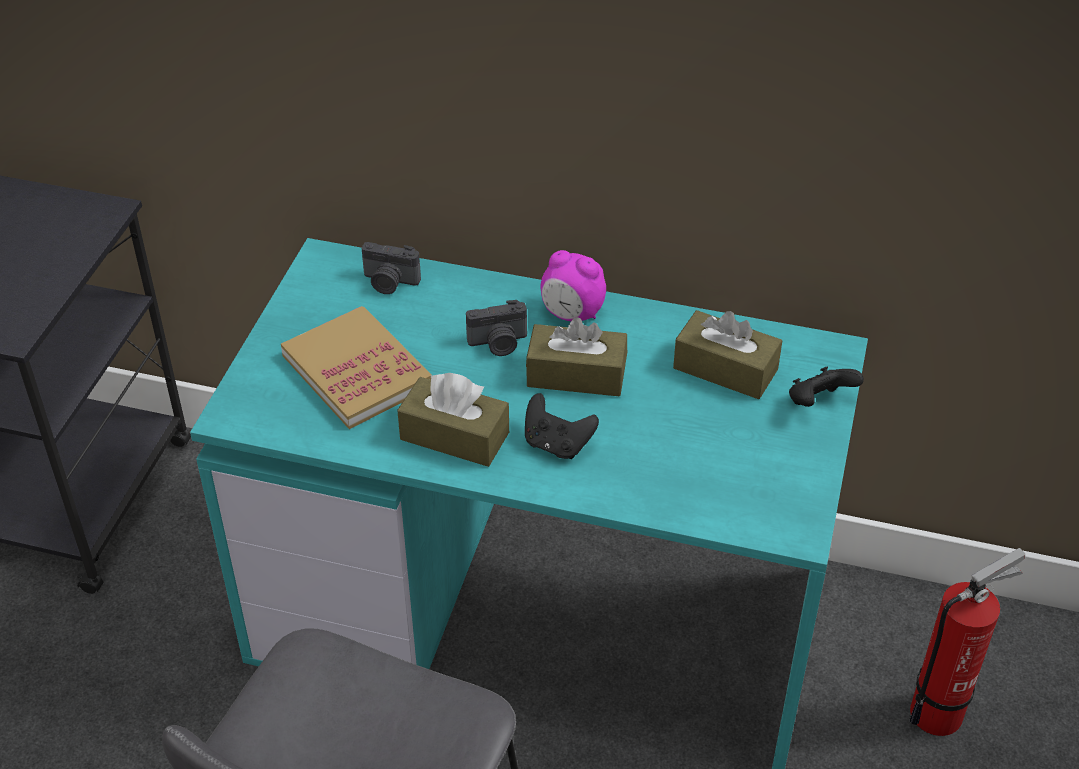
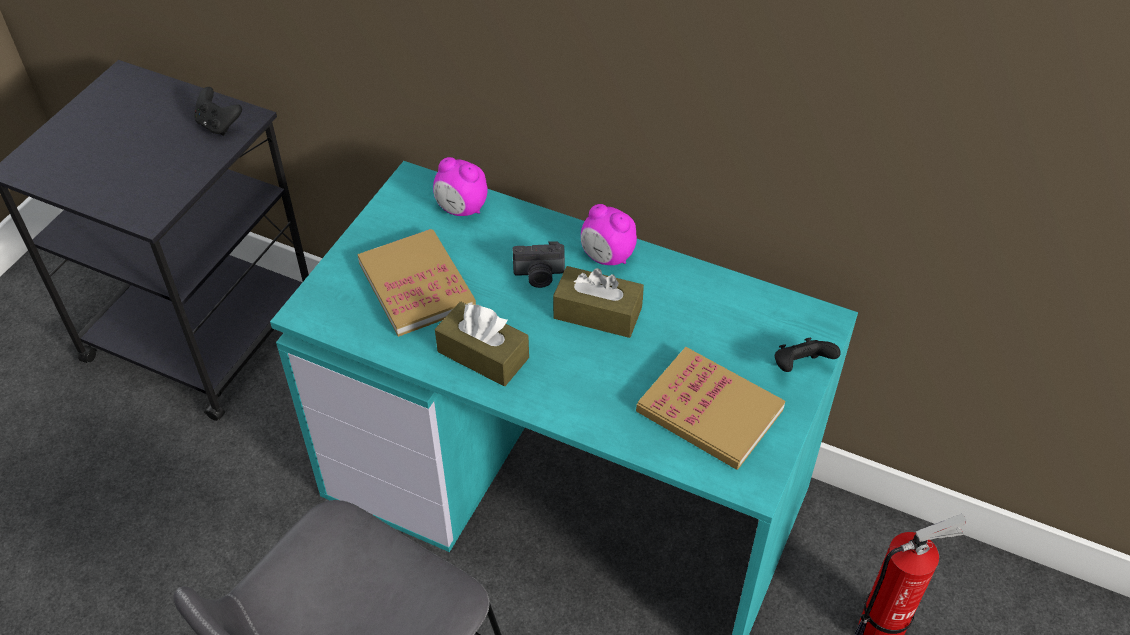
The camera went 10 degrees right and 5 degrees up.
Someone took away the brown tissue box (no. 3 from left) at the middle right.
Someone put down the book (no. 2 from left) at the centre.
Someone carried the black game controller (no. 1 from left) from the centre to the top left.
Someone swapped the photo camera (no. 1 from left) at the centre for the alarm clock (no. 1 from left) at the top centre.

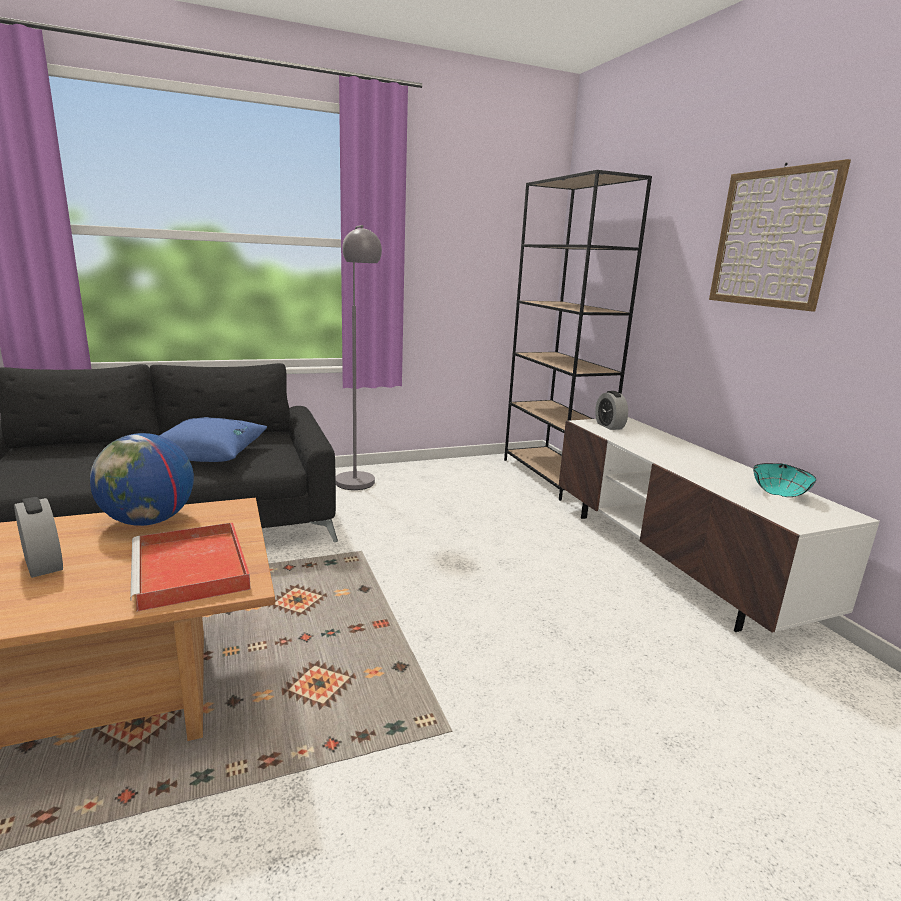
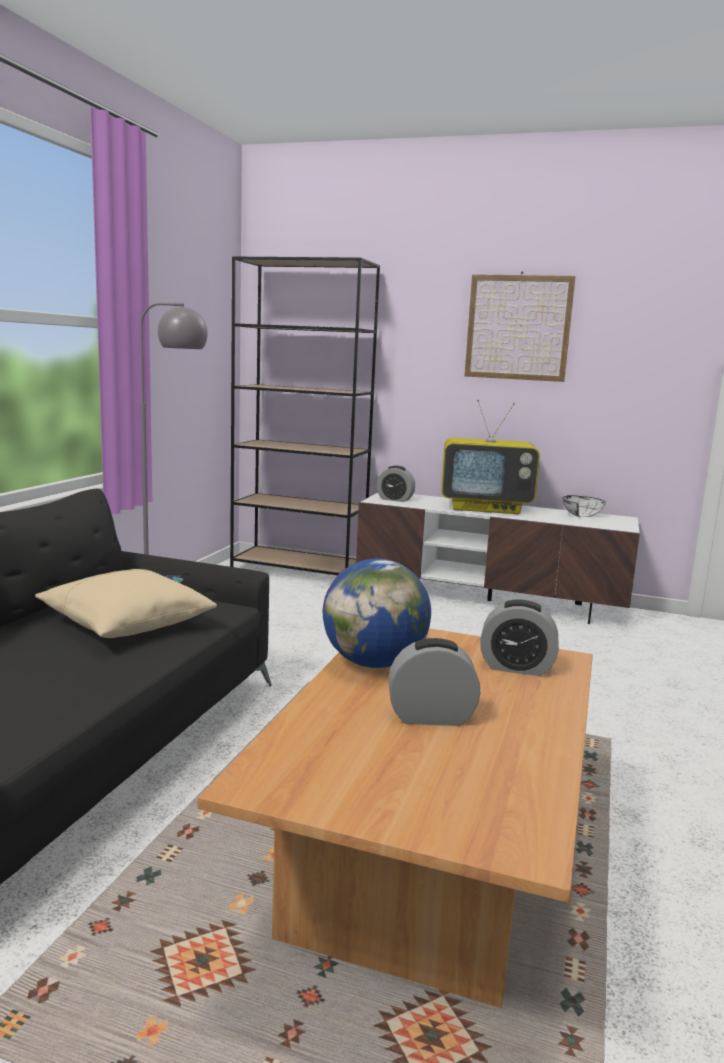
The camera went 50 degrees left and 5 degrees down.
Someone put down the television at the middle right.
Someone swapped the red tray at the middle left for the alarm clock (no. 3 from left) at the middle right.
Someone repainted the blue pillow at the middle left, which became the beige pillow at the middle left.
Someone repainted the turquoise bowl at the middle right, which became the white bowl at the middle right.

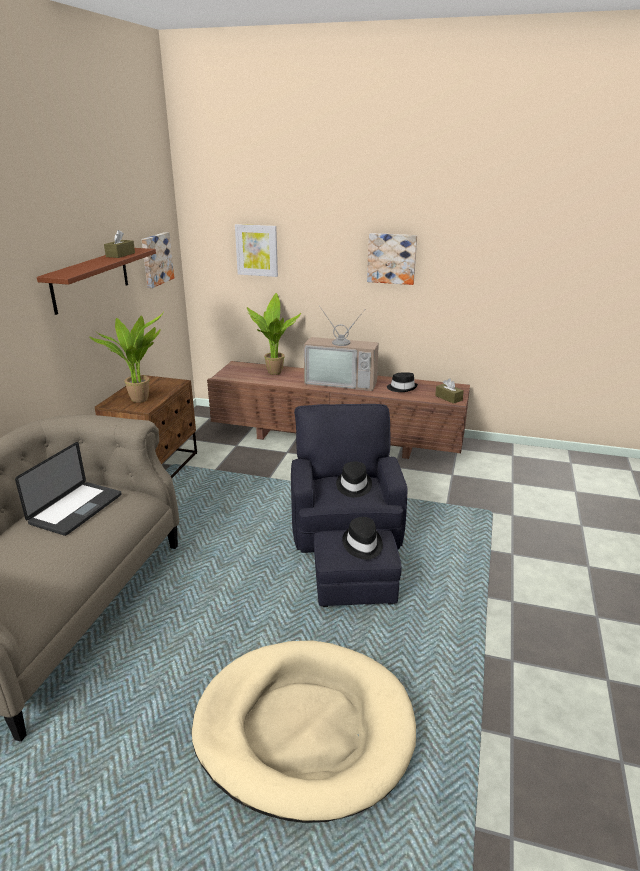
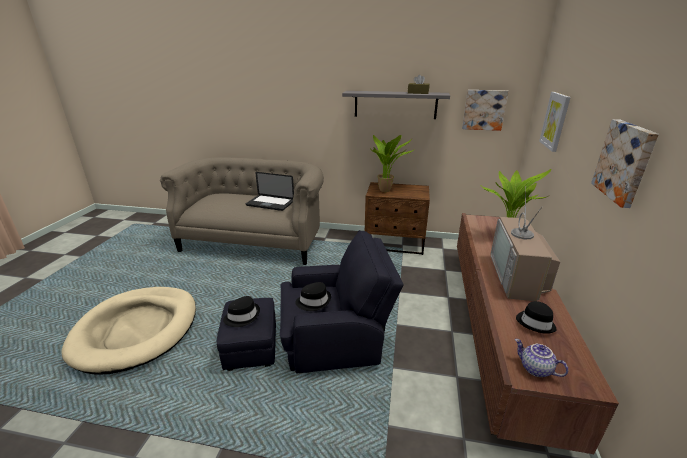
The camera went 85 degrees right and 0 degrees up.
Someone swapped the brown tissue box (no. 2 from left) at the middle right for the teapot at the bottom right.
Someone repainted the brown shelf at the top left, which became the grey shelf at the top centre.

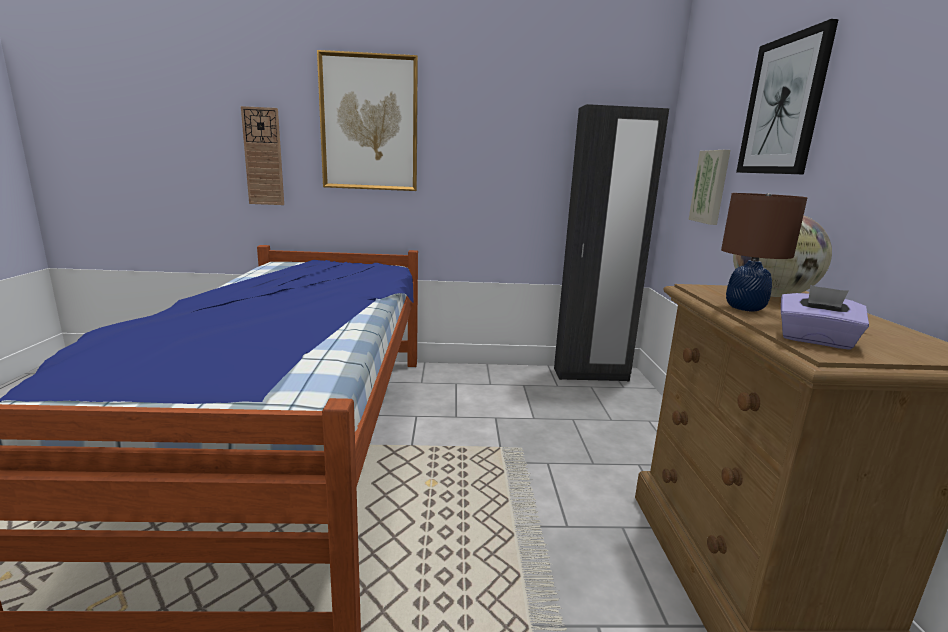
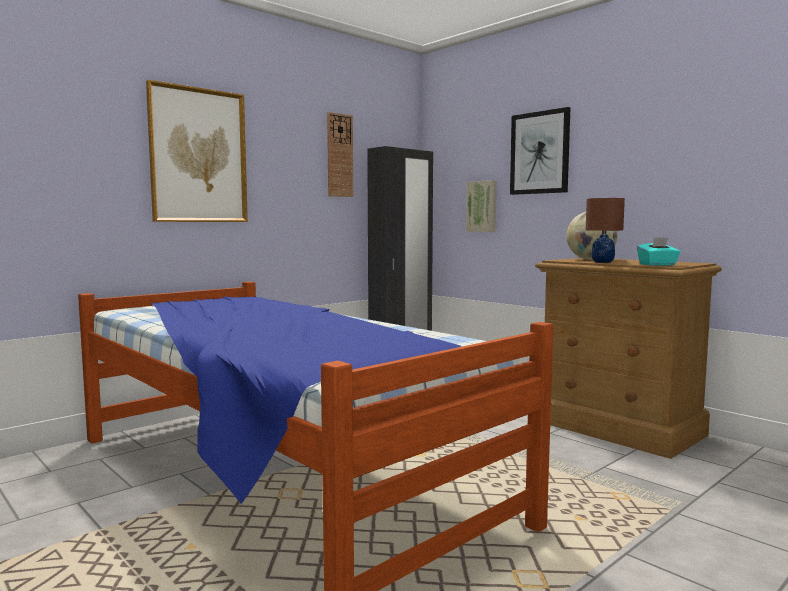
The camera went 40 degrees left and 10 degrees down.
Someone carried the wall clock from the top left to the top centre.
Someone repainted the purple tissue box at the middle right, which became the turquoise tissue box at the middle right.

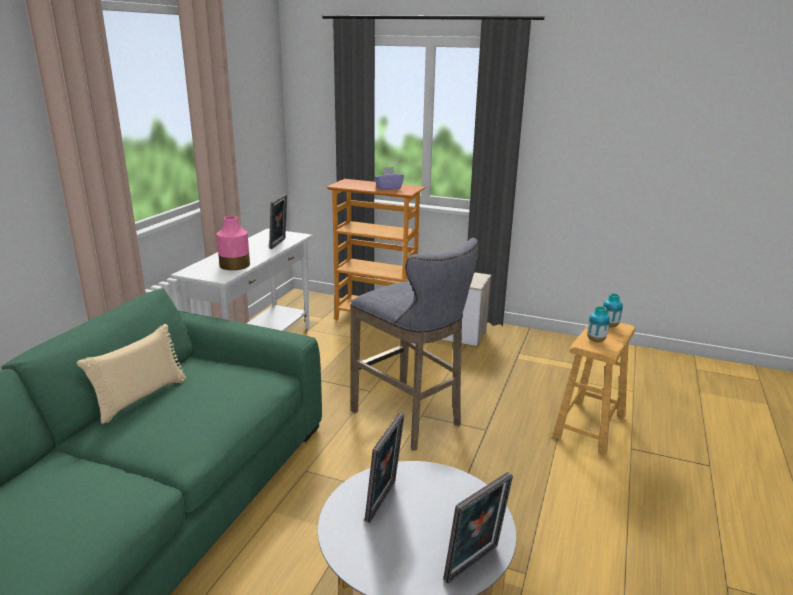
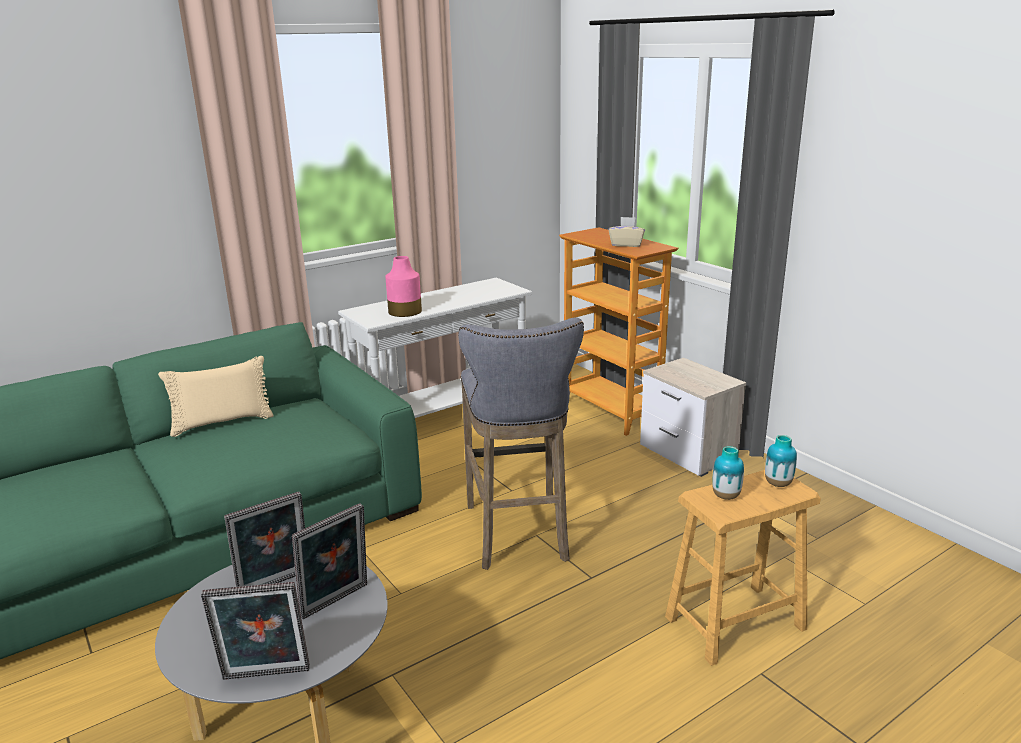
The camera went 35 degrees right and 0 degrees up.
Someone carried the picture frame (no. 1 from left in the first image) from the centre to the bottom left.
Someone repainted the purple tissue box at the top centre, which became the beige tissue box at the top centre.

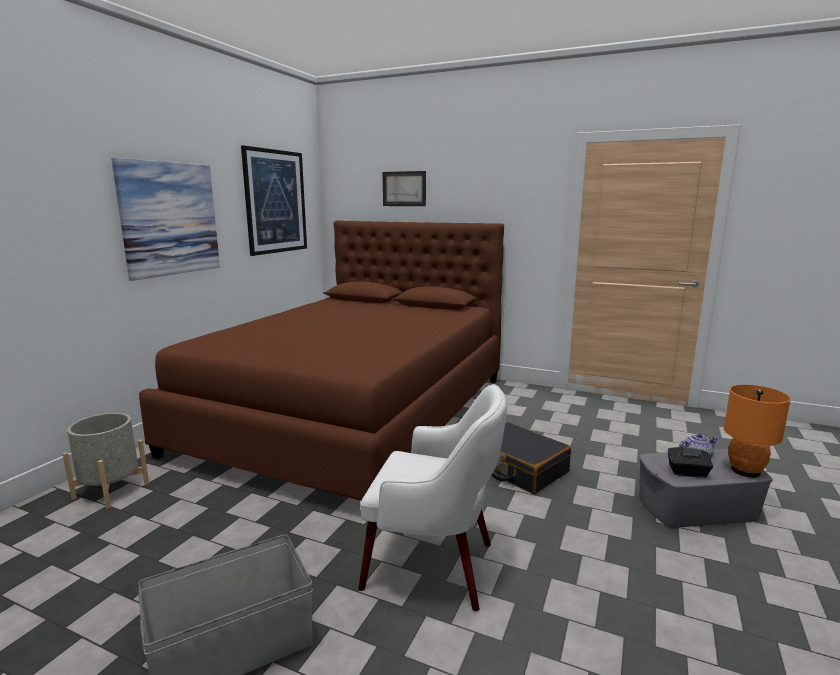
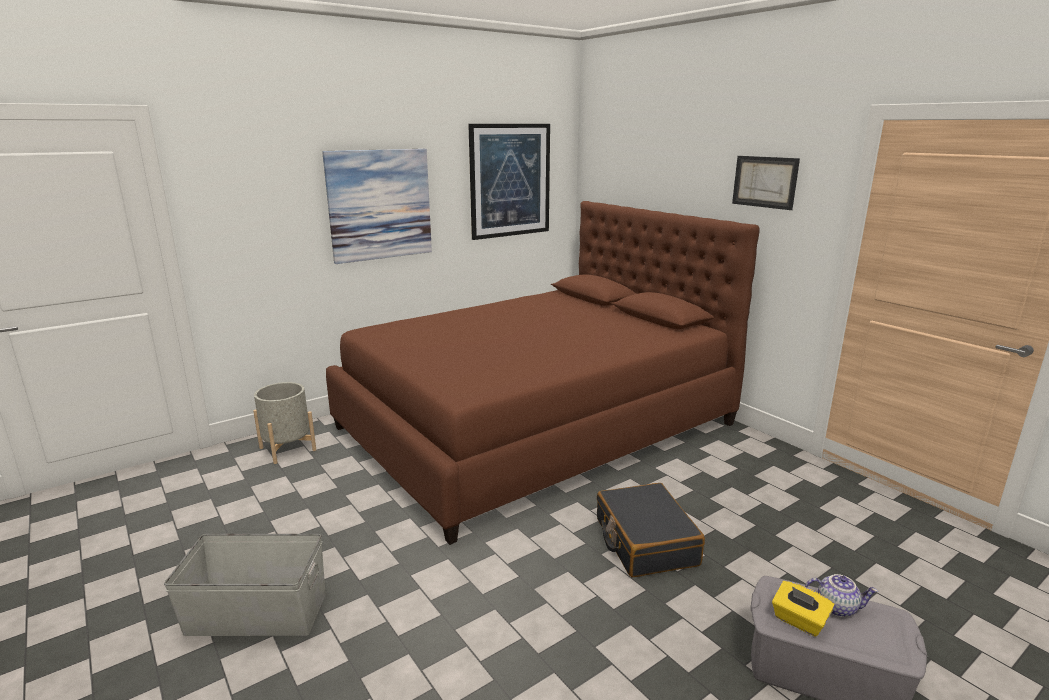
The camera went 30 degrees right and 5 degrees up.
Someone took away the white armchair at the bottom centre.
Someone took away the orange table lamp at the middle right.
Someone carried the picture (no. 3 from left) from the top centre to the top right.
Someone repainted the black tissue box at the bottom right, which became the yellow tissue box at the bottom right.

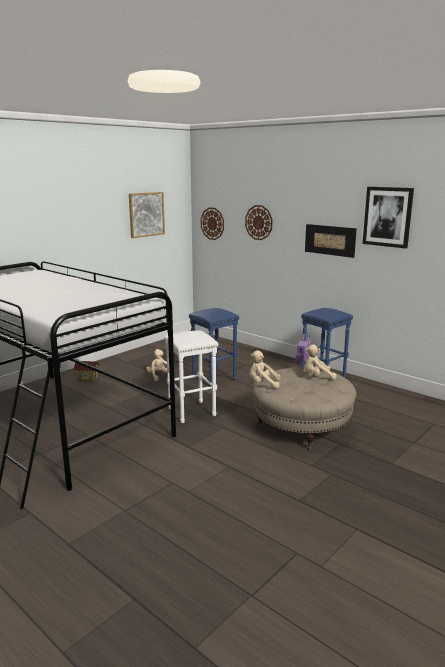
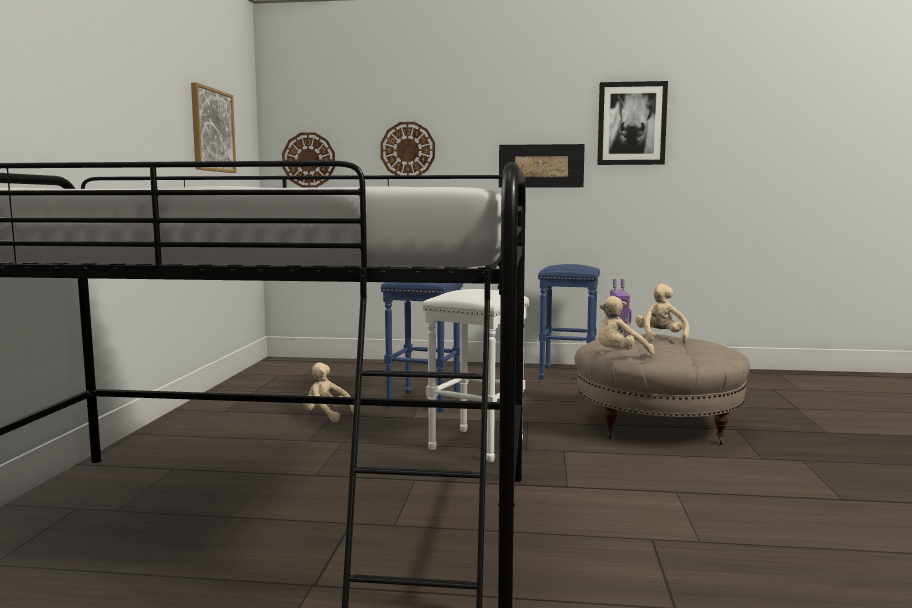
The camera went 35 degrees left and 10 degrees down.
Someone took away the toy house at the middle left.
Someone rotated the beige plush toy (no. 3 from left) at the middle right by 135 degrees clockwise.

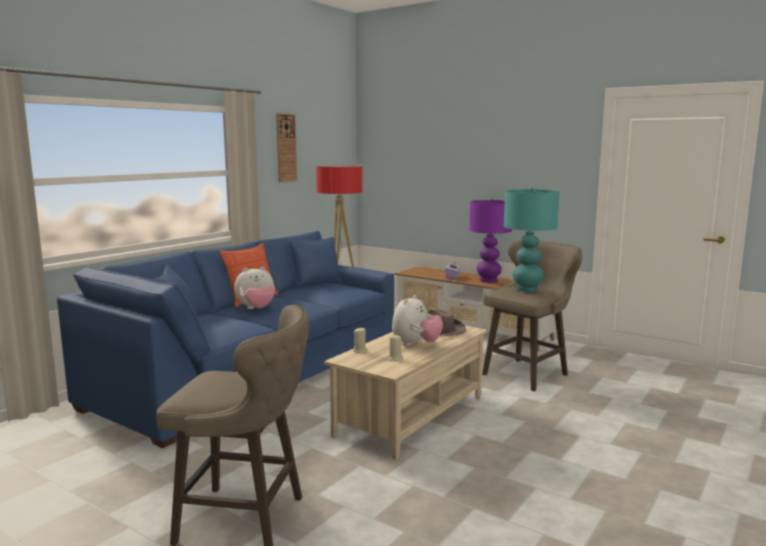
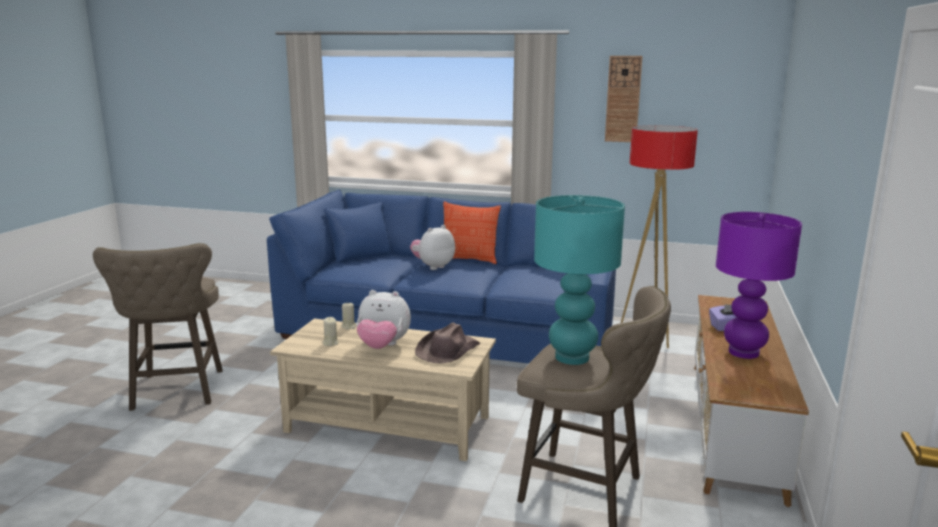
The camera went 70 degrees right and 5 degrees up.
Someone rotated the plush toy (no. 1 from left in the first image) at the middle left by 90 degrees clockwise.

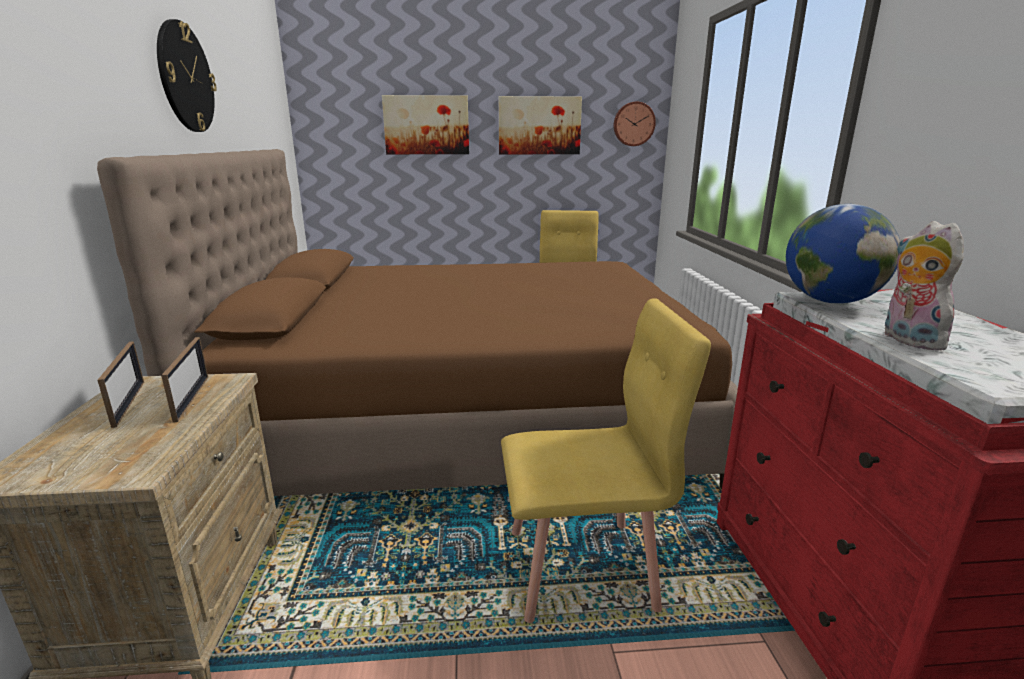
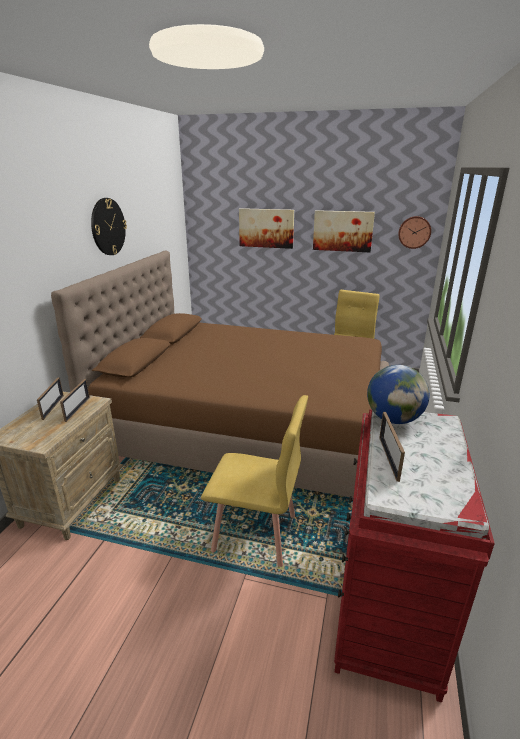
The camera went 20 degrees right and 5 degrees up.
Someone swapped the plush toy at the middle right for the picture frame (no. 3 from left) at the middle right.

